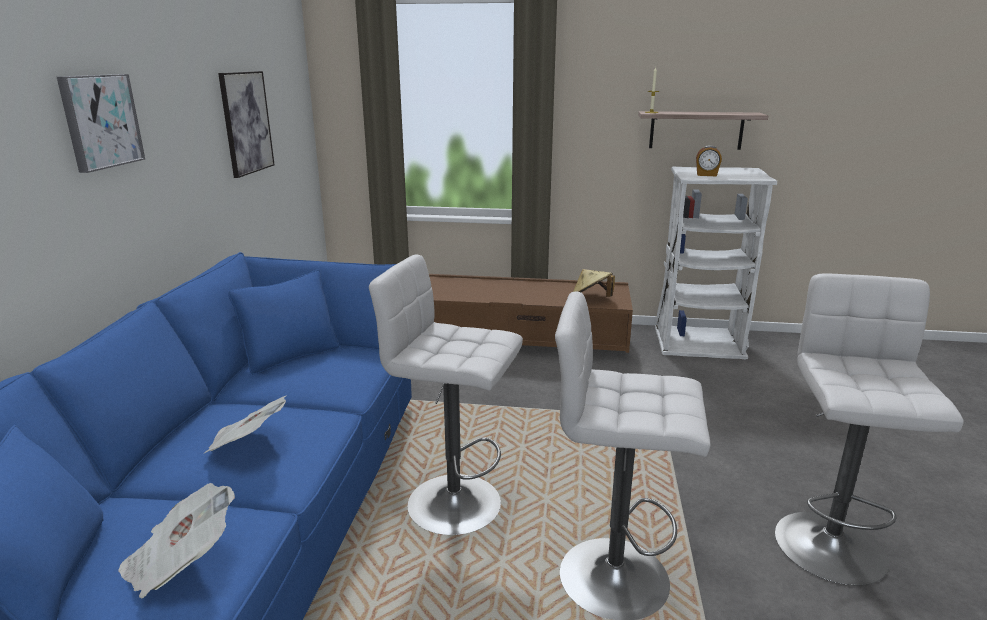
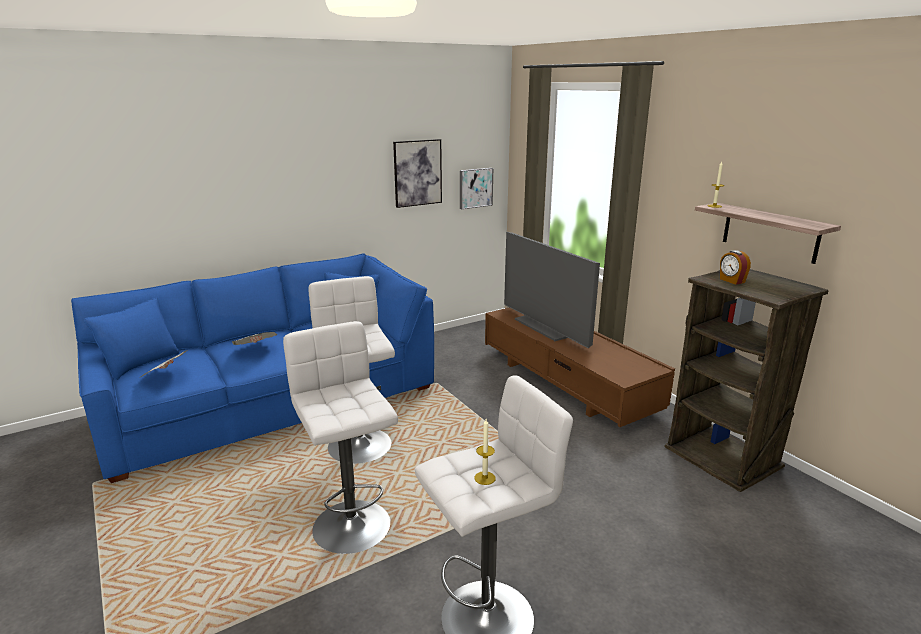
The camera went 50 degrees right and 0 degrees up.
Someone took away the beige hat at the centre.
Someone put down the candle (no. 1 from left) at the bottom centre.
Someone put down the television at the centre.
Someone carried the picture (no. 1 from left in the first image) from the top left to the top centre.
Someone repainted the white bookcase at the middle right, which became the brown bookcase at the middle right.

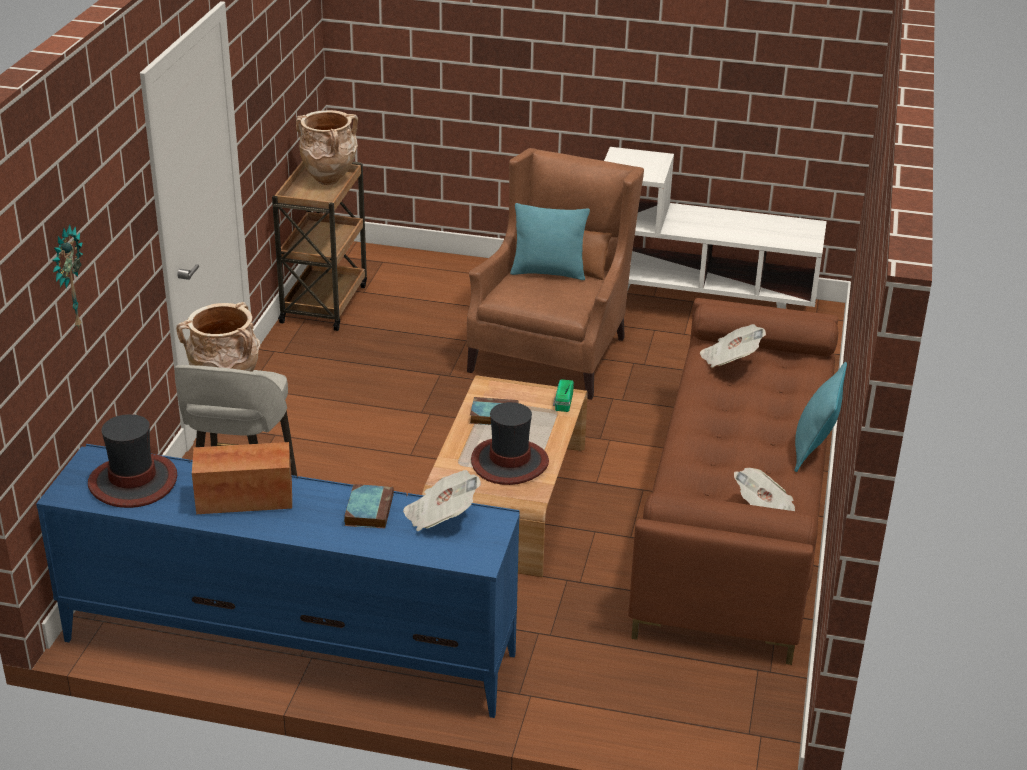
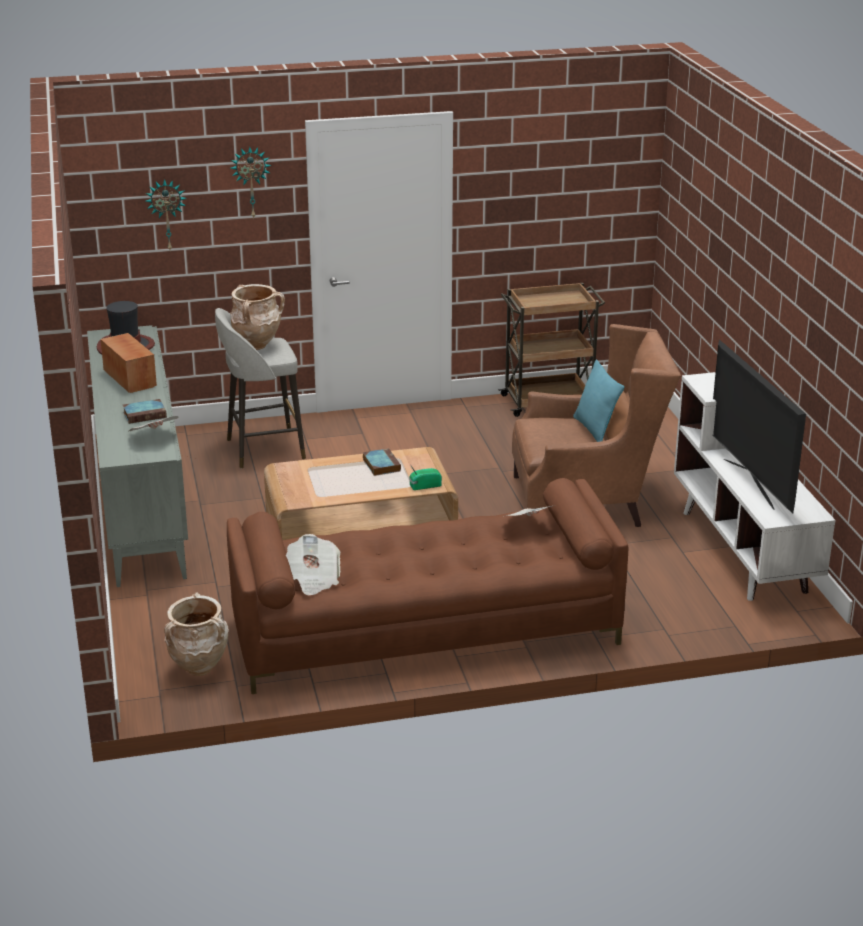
The camera went 65 degrees right and 5 degrees down.
Someone took away the hat (no. 2 from left) at the centre.
Someone took away the turquoise pillow (no. 2 from left) at the middle right.
Someone put up the wall clock (no. 2 from left) at the top left.
Someone put down the television at the middle right.
Someone carried the beige vase (no. 2 from left in the first image) from the top left to the bottom left.
Someone repainted the blue cabinet at the bottom left, which became the grey cabinet at the middle left.

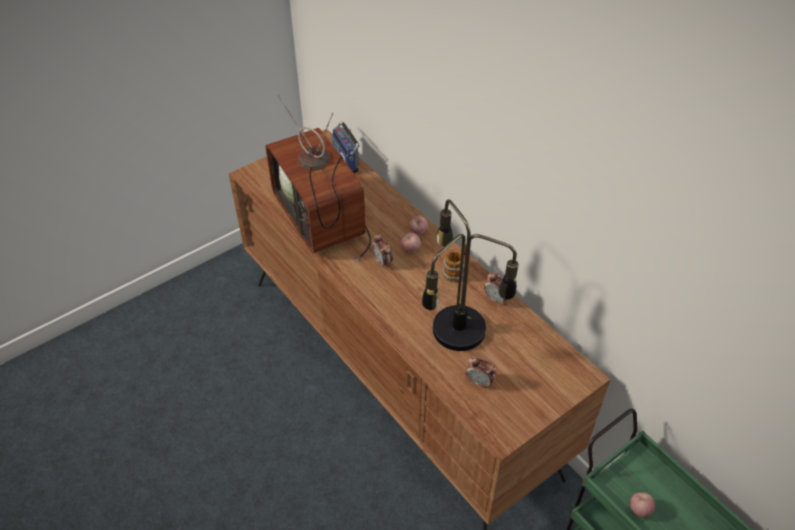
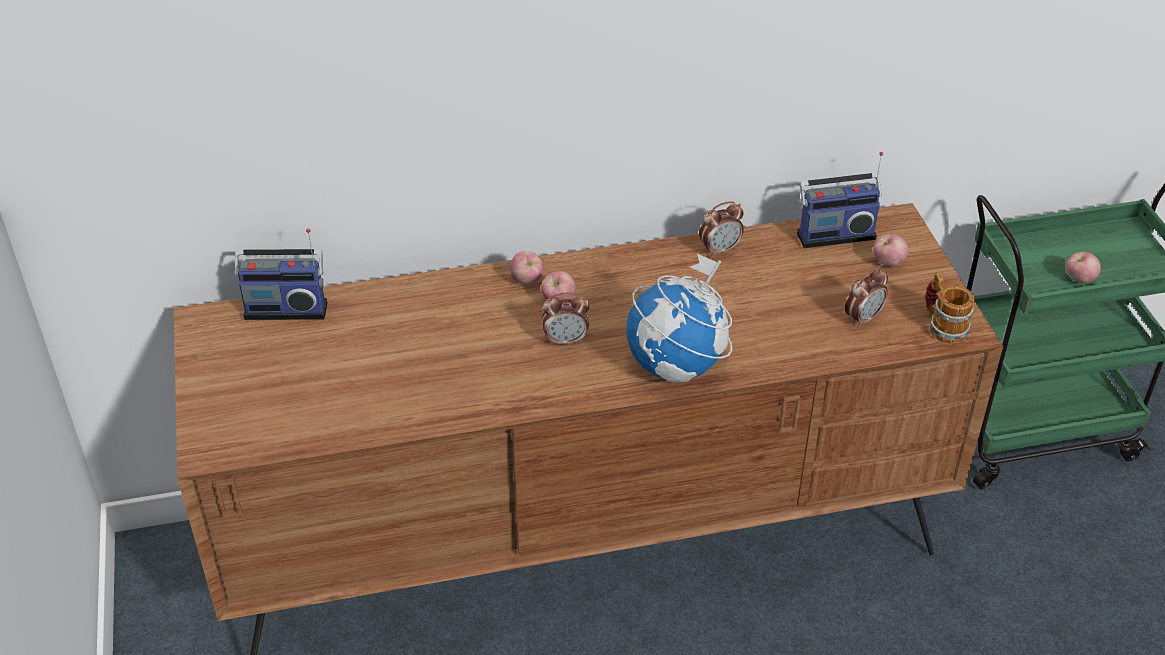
The camera went 65 degrees left and 5 degrees down.
Someone took away the television at the centre.
Someone took away the table lamp at the centre.
Someone put down the globe at the centre.
Someone put down the radio (no. 2 from left) at the top right.
Someone put down the apple (no. 3 from left) at the middle right.
Someone carried the mug from the centre to the middle right.

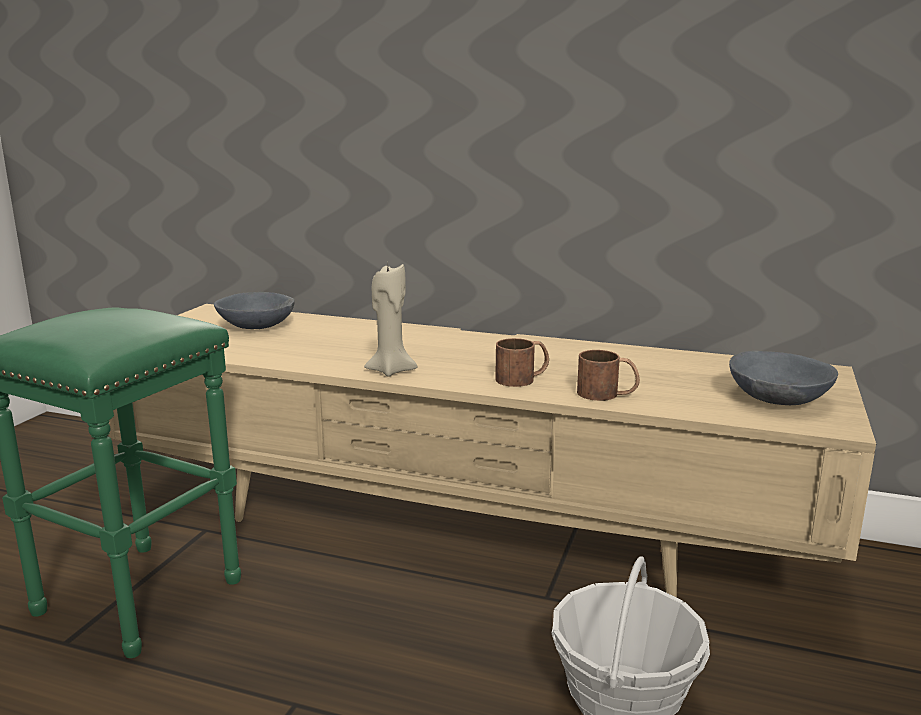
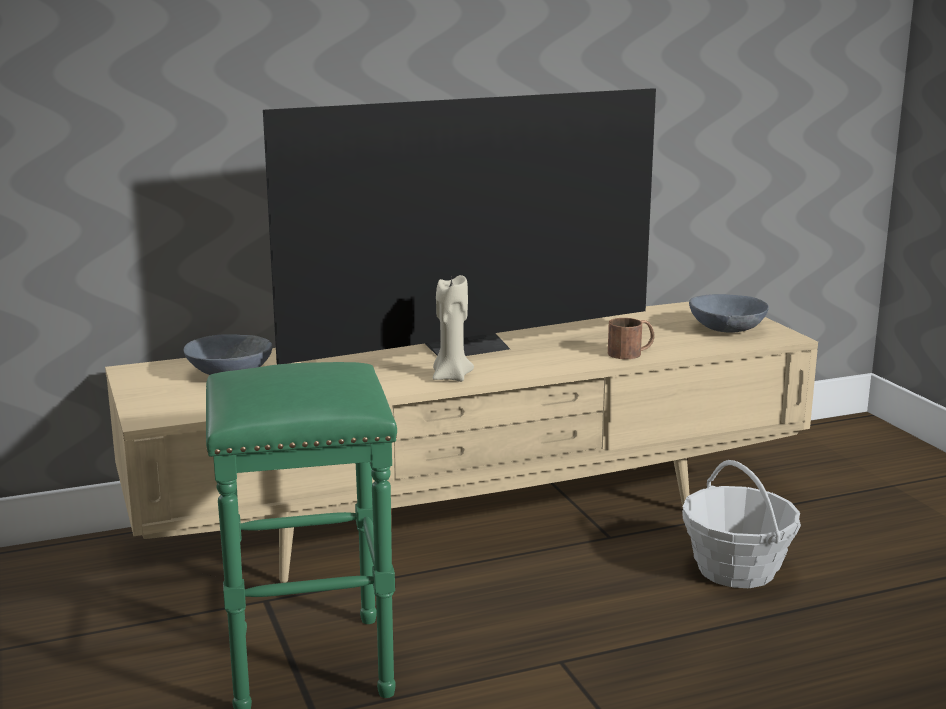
The camera went 40 degrees left and 0 degrees up.
Someone took away the brown mug (no. 1 from left) at the centre.
Someone put down the television at the top centre.

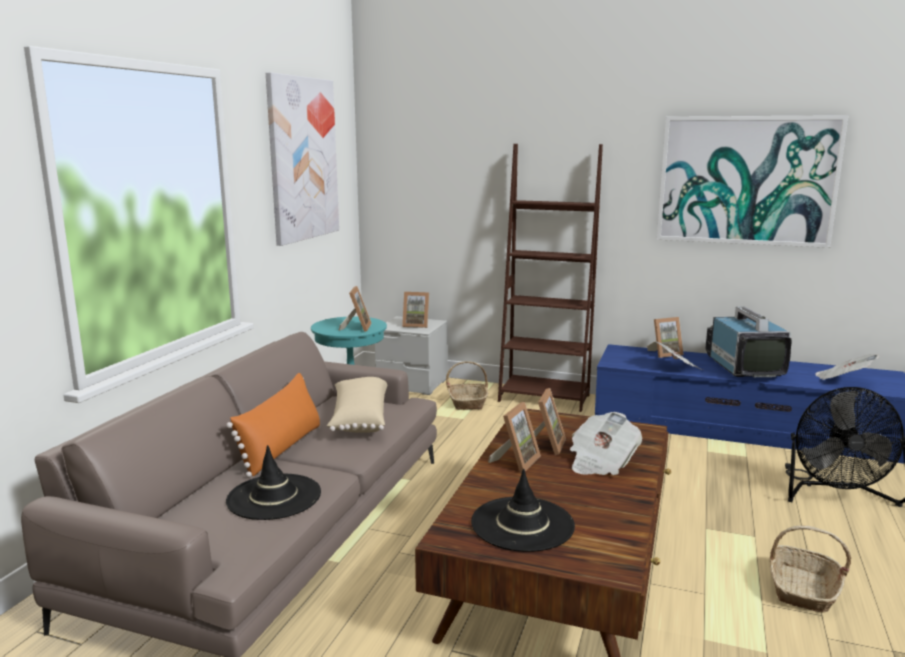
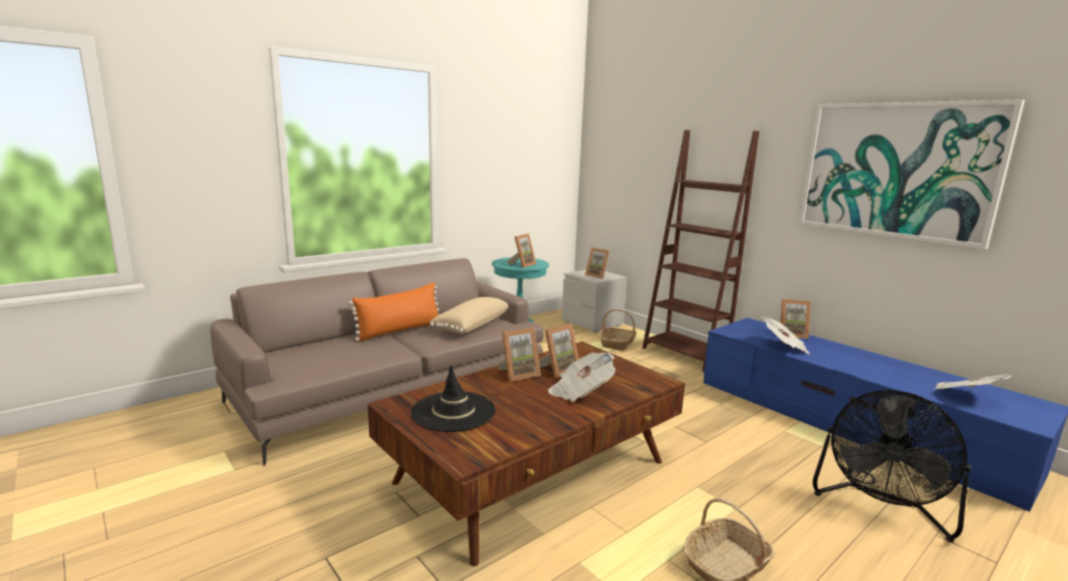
The camera went 30 degrees right and 0 degrees up.
Someone took away the black hat (no. 1 from left) at the bottom left.
Someone took away the picture (no. 1 from left) at the top centre.
Someone took away the television at the middle right.

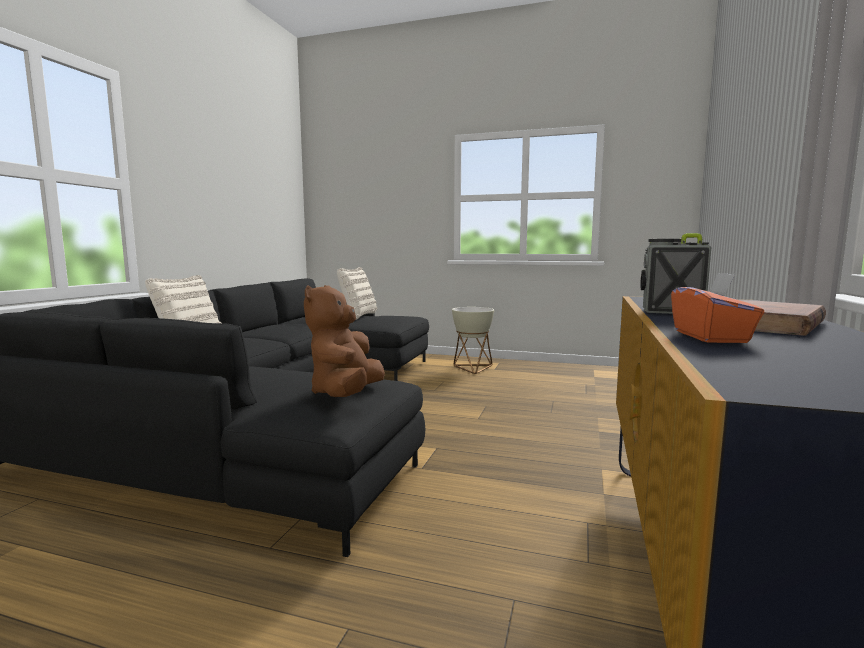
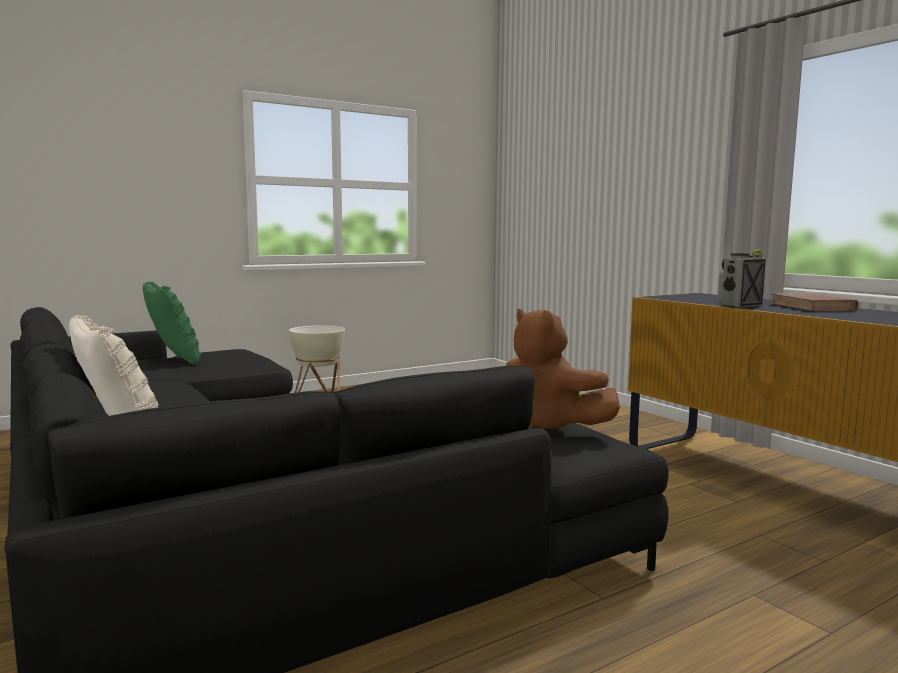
The camera went 50 degrees left and 0 degrees up.
Someone took away the orange tissue box at the middle right.
Someone repainted the beige pillow (no. 2 from left) at the centre, which became the green pillow at the middle left.

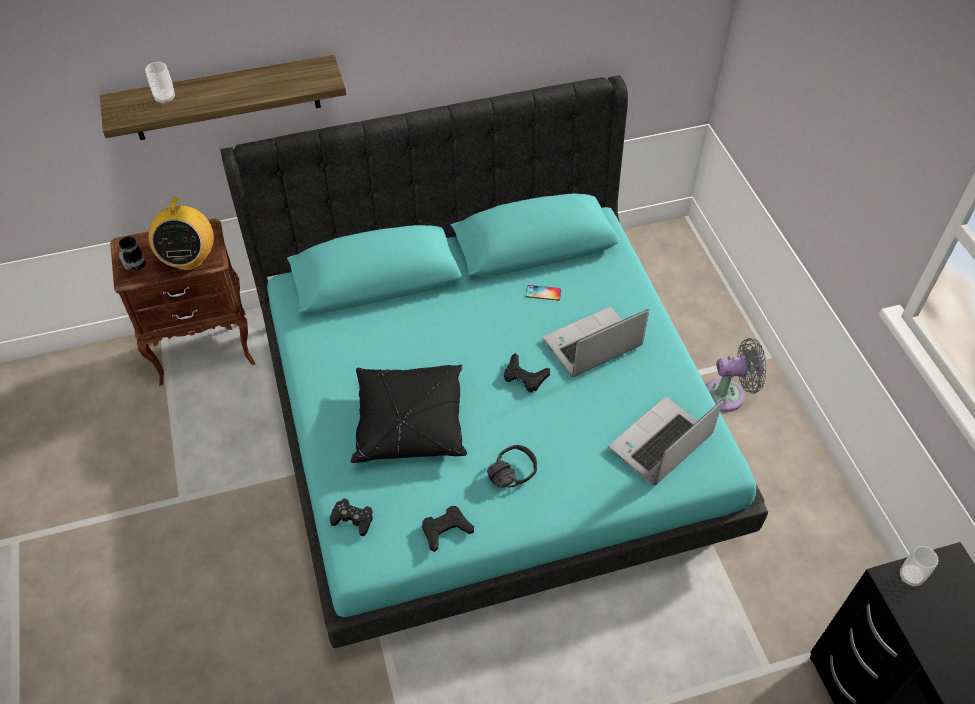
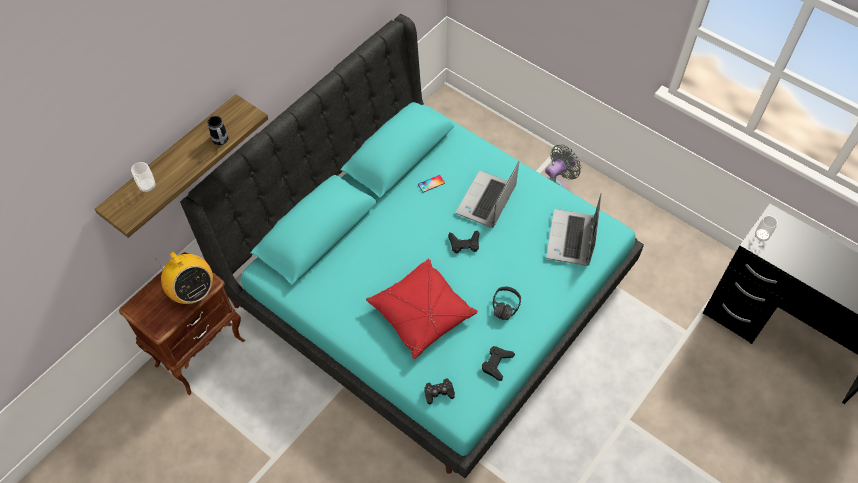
The camera went 35 degrees left and 5 degrees up.
Someone carried the mug from the middle left to the top left.
Someone repainted the black pillow at the centre, which became the red pillow at the centre.

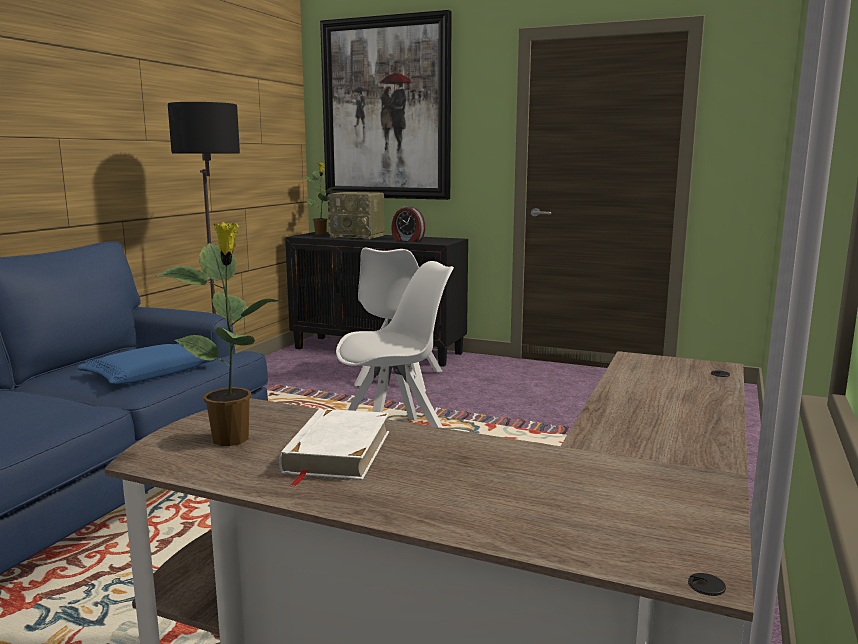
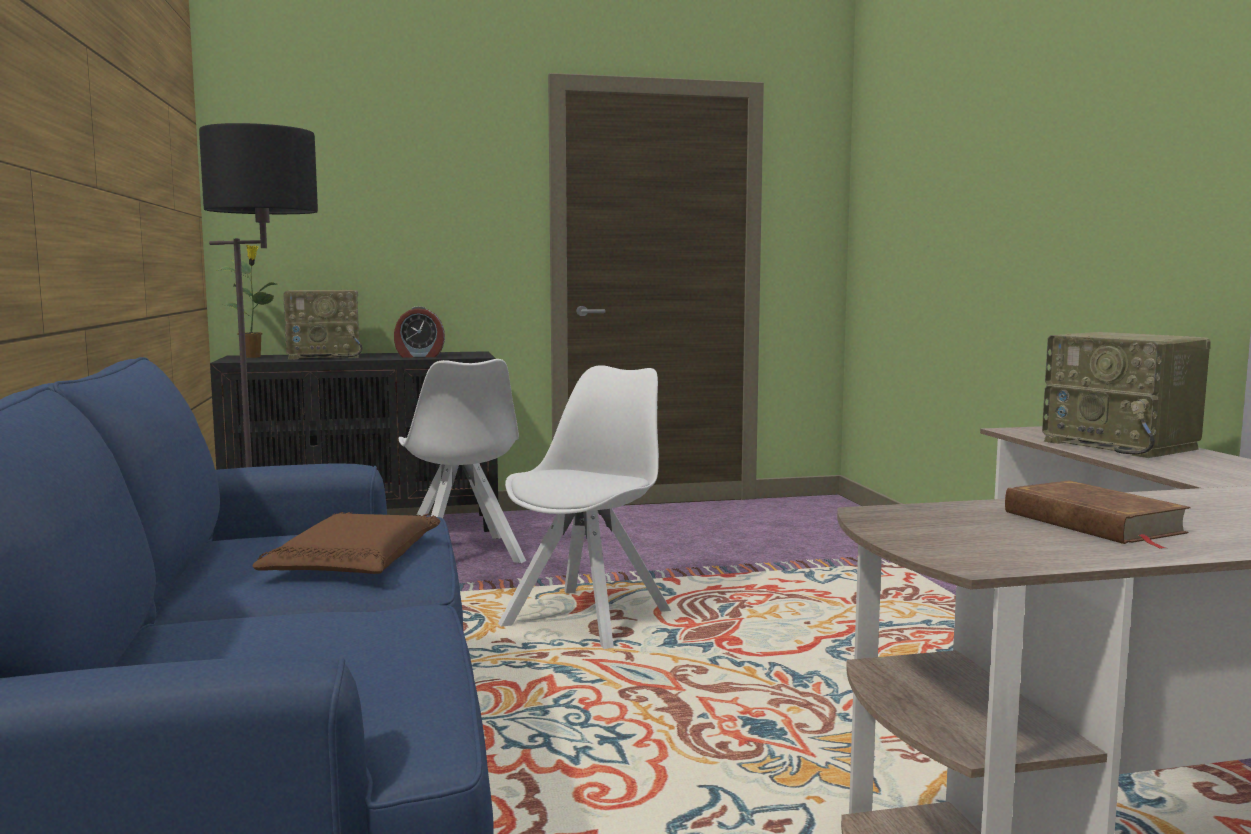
The camera went 35 degrees left and 5 degrees down.
Someone took away the potted plant (no. 1 from left) at the middle left.
Someone took away the picture at the top centre.
Someone put down the radio (no. 2 from left) at the middle right.
Someone repainted the blue pillow at the middle left, which became the brown pillow at the middle left.
Someone repainted the white book at the bottom centre, which became the brown book at the middle right.

